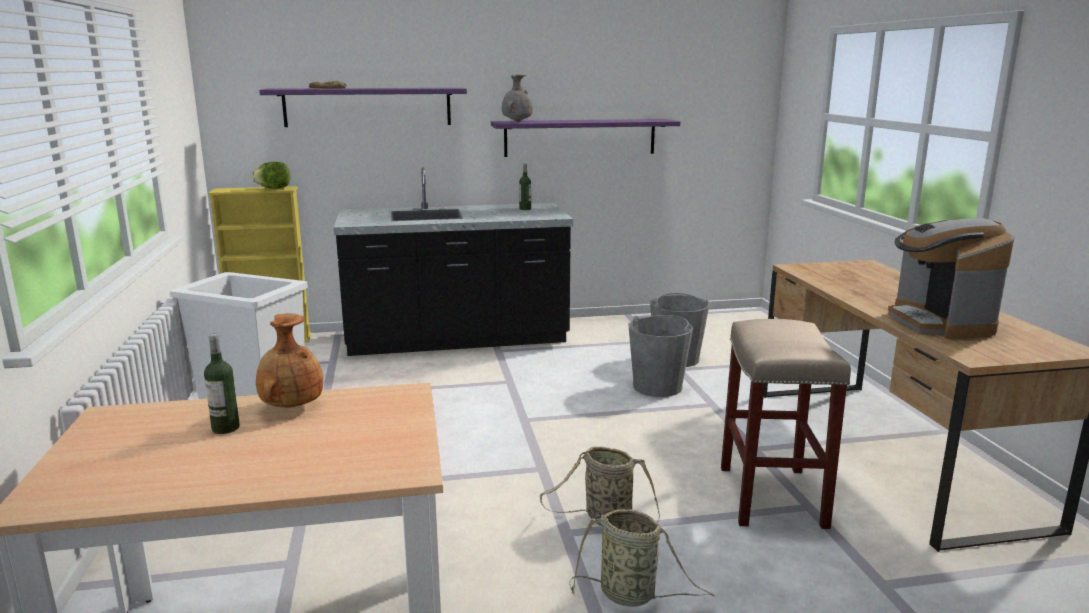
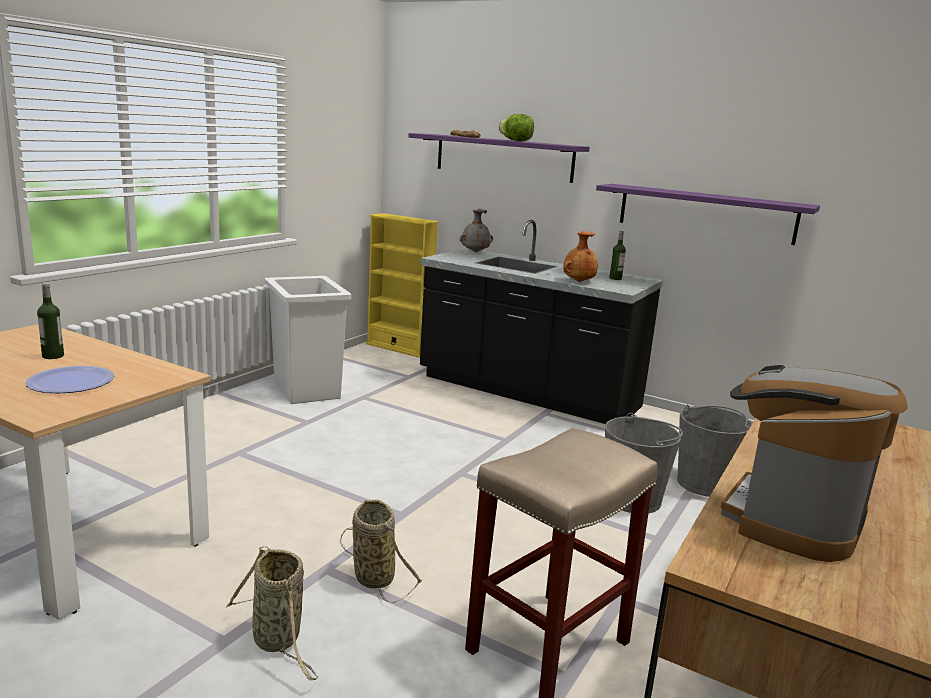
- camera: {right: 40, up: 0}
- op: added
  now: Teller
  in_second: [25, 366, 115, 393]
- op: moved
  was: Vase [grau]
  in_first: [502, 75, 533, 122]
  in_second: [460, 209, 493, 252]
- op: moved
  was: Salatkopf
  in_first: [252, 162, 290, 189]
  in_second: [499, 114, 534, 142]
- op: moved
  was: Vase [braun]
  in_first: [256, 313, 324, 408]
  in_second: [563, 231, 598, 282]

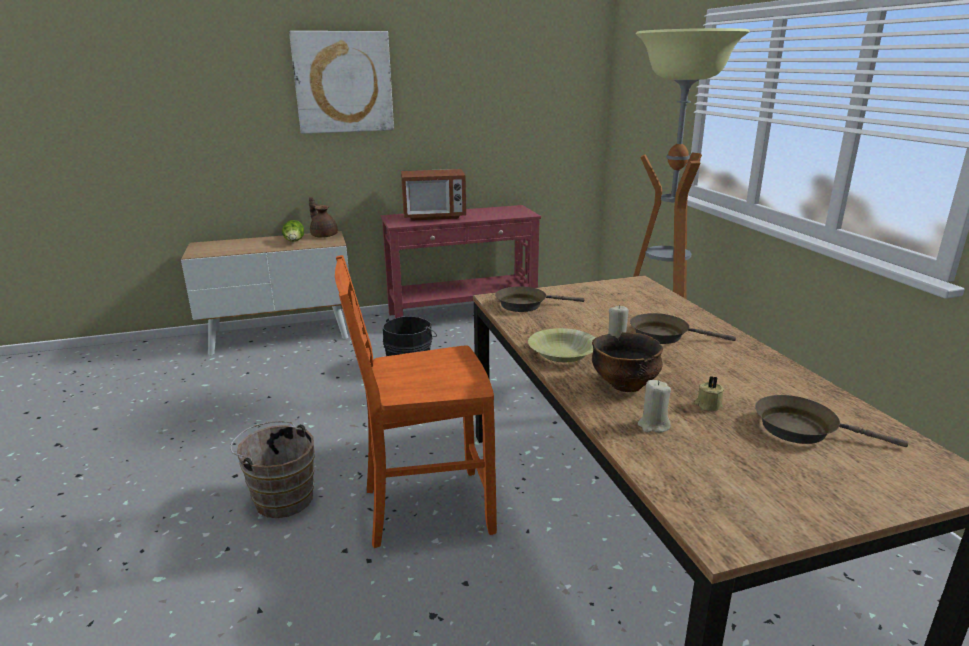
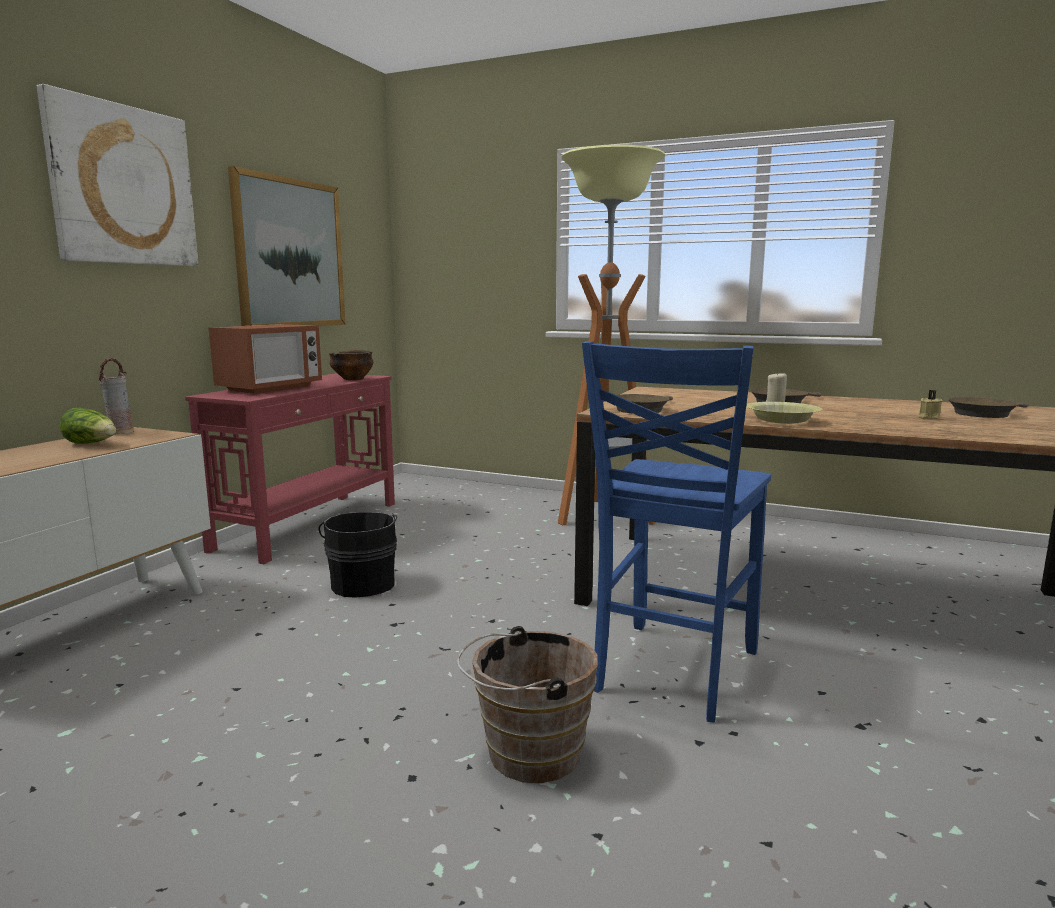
- camera: {right: -50, up: -10}
- op: replaced
  was: Teekanne [braun]
  now: Vase
  in_first: [309, 197, 338, 238]
  in_second: [99, 358, 134, 435]
- op: added
  now: Bild
  in_second: [228, 166, 346, 326]
- op: moved
  was: Schüssel
  in_first: [592, 332, 663, 392]
  in_second: [329, 350, 373, 380]
- op: recoloured
  was: Stuhl [orange]
  now: Stuhl [blau]
  in_first: [335, 255, 497, 548]
  in_second: [582, 341, 771, 722]
- op: removed
  was: Kerze [beige]
  in_first: [638, 380, 671, 433]

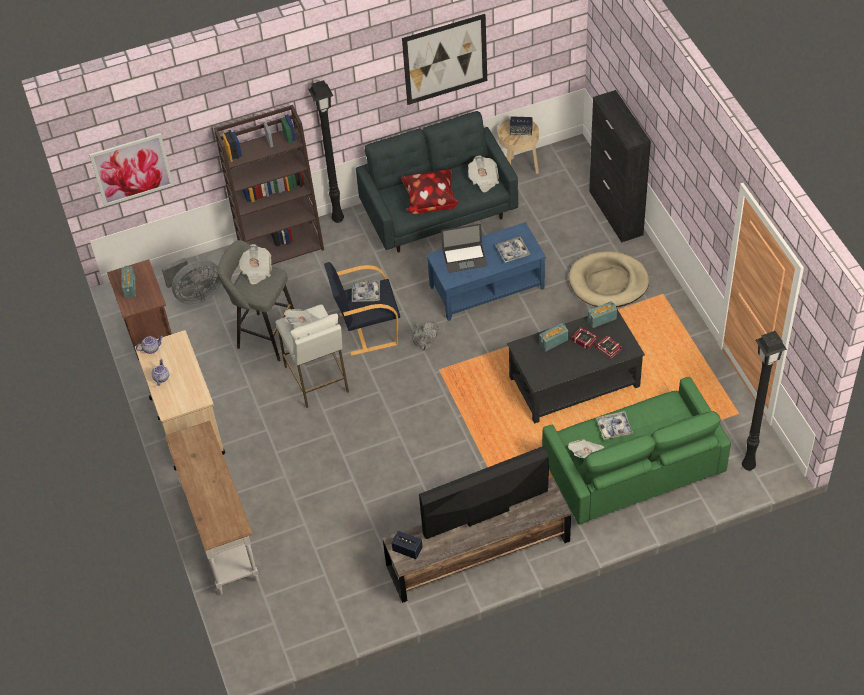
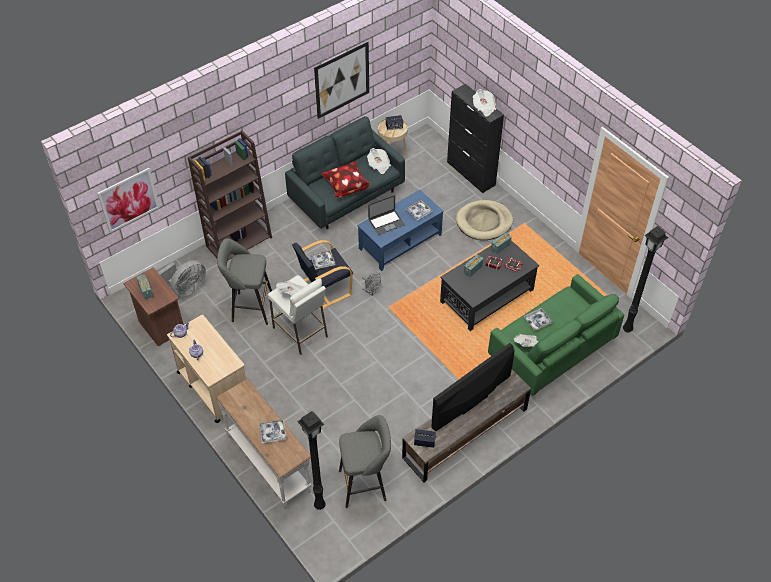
- camera: {right: -20, up: 0}
- op: added
  now: Tablett
  in_second: [259, 419, 287, 443]
- op: moved
  was: Stehlampe [schwarz]
  in_first: [308, 80, 344, 223]
  in_second: [298, 411, 325, 510]
- op: added
  now: Hocker [grau]
  in_second: [339, 415, 391, 508]
- op: moved
  was: Zeitung
  in_first: [238, 244, 272, 285]
  in_second: [473, 89, 497, 116]

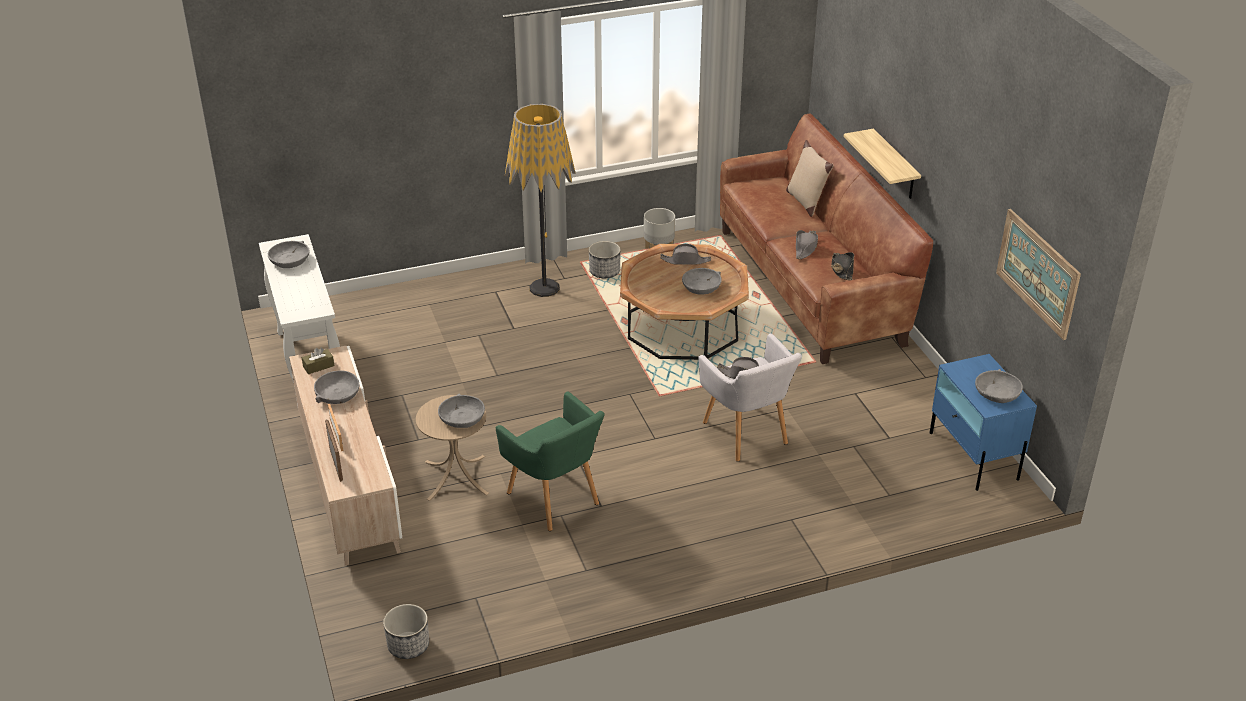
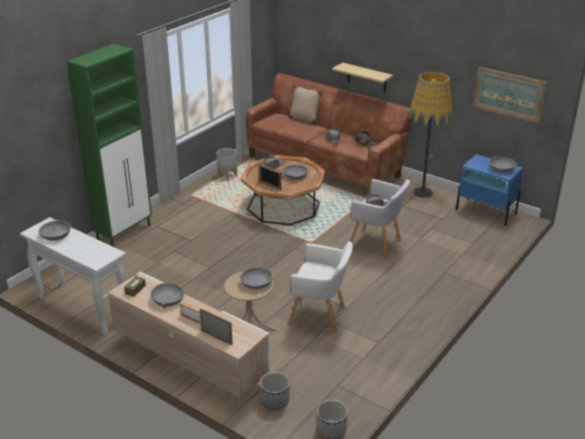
- camera: {right: -35, up: -5}
- op: added
  now: Schrank [grün]
  in_second: [66, 44, 152, 247]
- op: added
  now: Bilderrahmen
  in_second: [259, 164, 282, 191]
- op: moved
  was: Pflanzkübel
  in_first: [589, 241, 621, 278]
  in_second: [260, 372, 290, 409]
- op: recoloured
  was: Sessel [grün]
  now: Sessel [weiß]
  in_first: [496, 391, 605, 531]
  in_second: [288, 242, 353, 333]
- op: moved
  was: Stehlampe
  in_first: [505, 104, 576, 297]
  in_second: [409, 72, 453, 198]

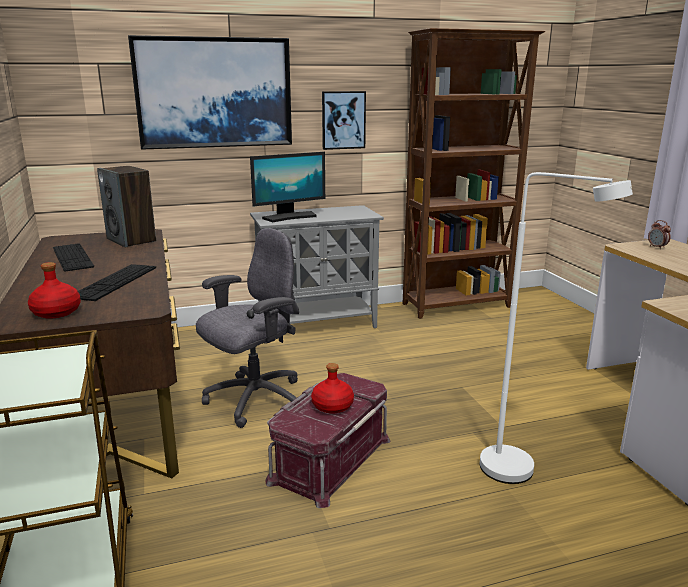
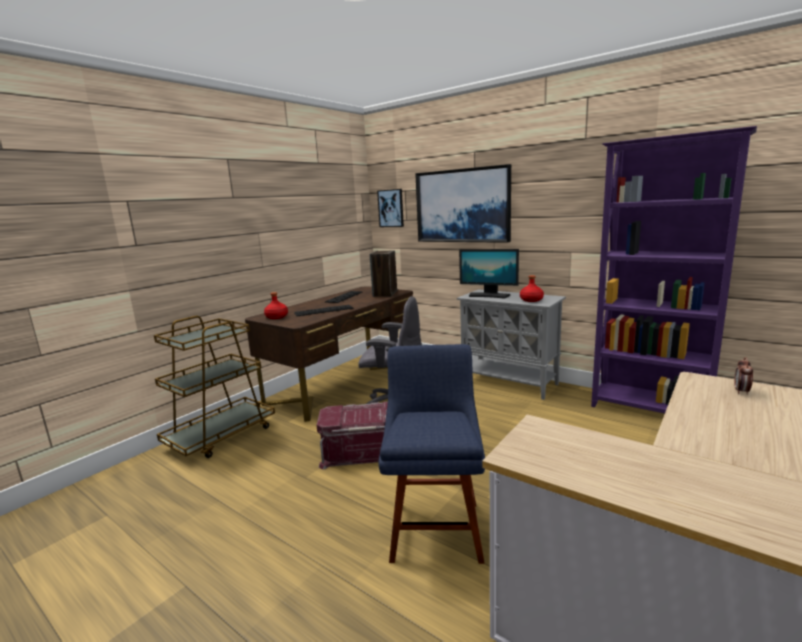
- camera: {right: 55, up: -5}
- op: moved
  was: Bild
  in_first: [322, 91, 366, 150]
  in_second: [377, 189, 404, 227]
- op: replaced
  was: Stehlampe [weiß]
  now: Stuhl [blau]
  in_first: [480, 172, 633, 484]
  in_second: [379, 344, 485, 564]
- op: moved
  was: Flasche [rot]
  in_first: [311, 363, 354, 414]
  in_second: [520, 275, 544, 302]
- op: recoloured
  was: Bücherregal [braun]
  now: Bücherregal [lila]
  in_first: [403, 28, 545, 319]
  in_second: [591, 126, 757, 414]

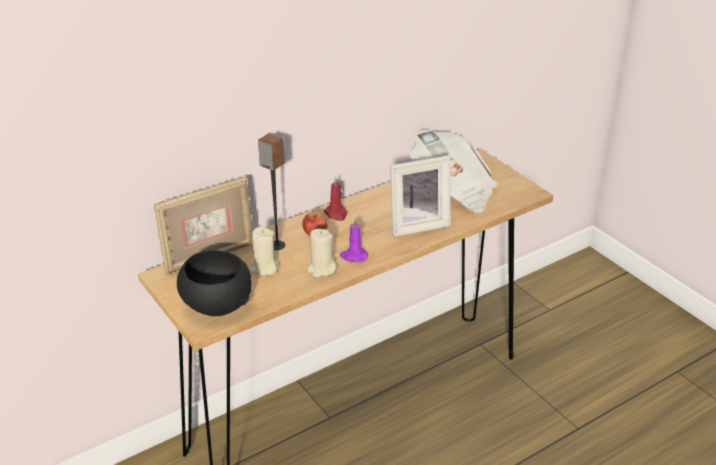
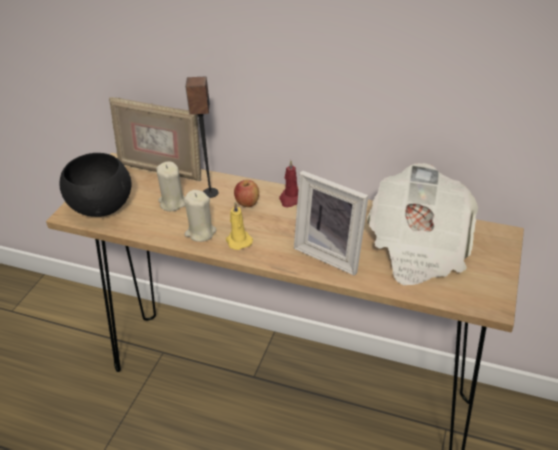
- camera: {right: 55, up: 5}
- op: recoloured
  was: Kerze [lila]
  now: Kerze [gelb]
  in_first: [340, 219, 368, 262]
  in_second: [226, 202, 253, 250]

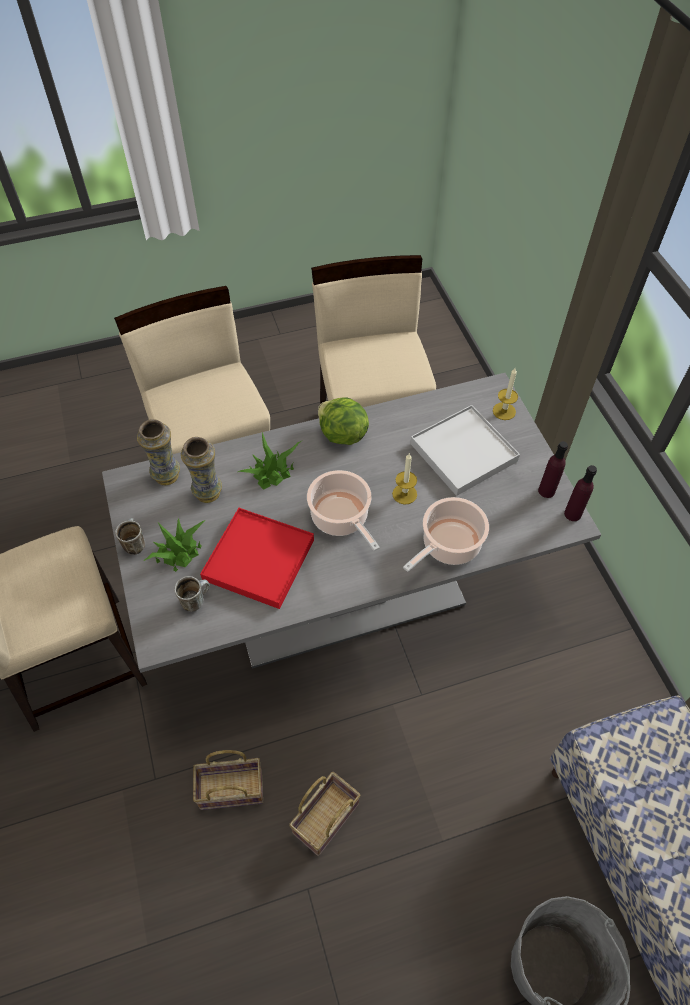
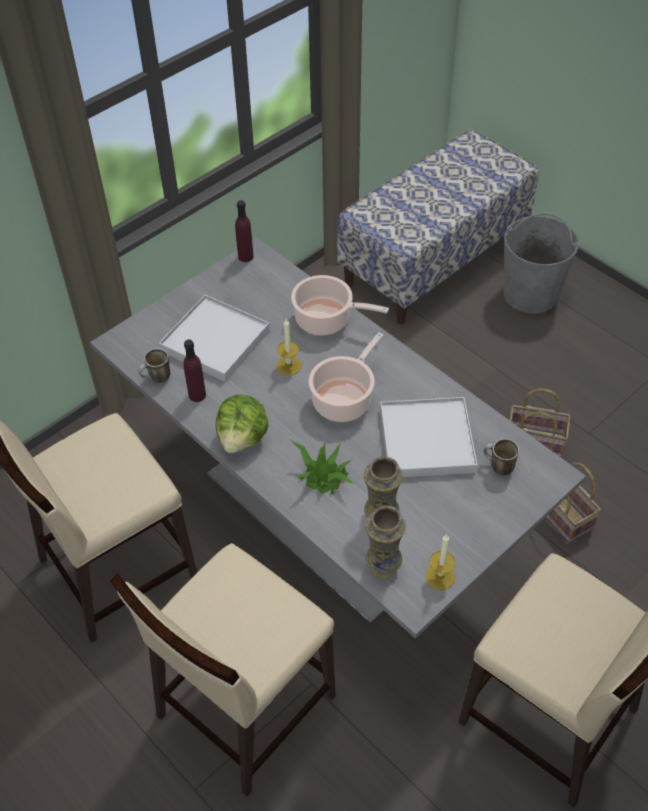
- camera: {right: -115, up: -5}
- op: moved
  was: Henkelbecher
  in_first: [115, 518, 146, 555]
  in_second: [138, 348, 171, 383]
- op: moved
  was: Flasche [lila]
  in_first: [538, 441, 568, 498]
  in_second: [183, 340, 206, 402]
- op: recoloured
  was: Tablett [rot]
  now: Tablett [weiß]
  in_first: [200, 508, 314, 609]
  in_second: [380, 397, 478, 477]
- op: moved
  was: Kerze
  in_first: [493, 368, 518, 420]
  in_second: [425, 534, 455, 590]
- op: removed
  was: Topfpflanze
  in_first: [143, 518, 205, 572]

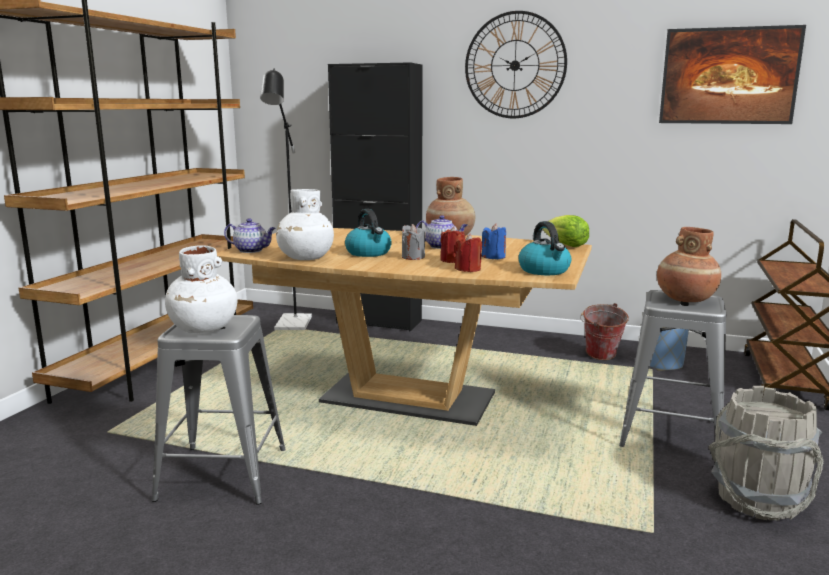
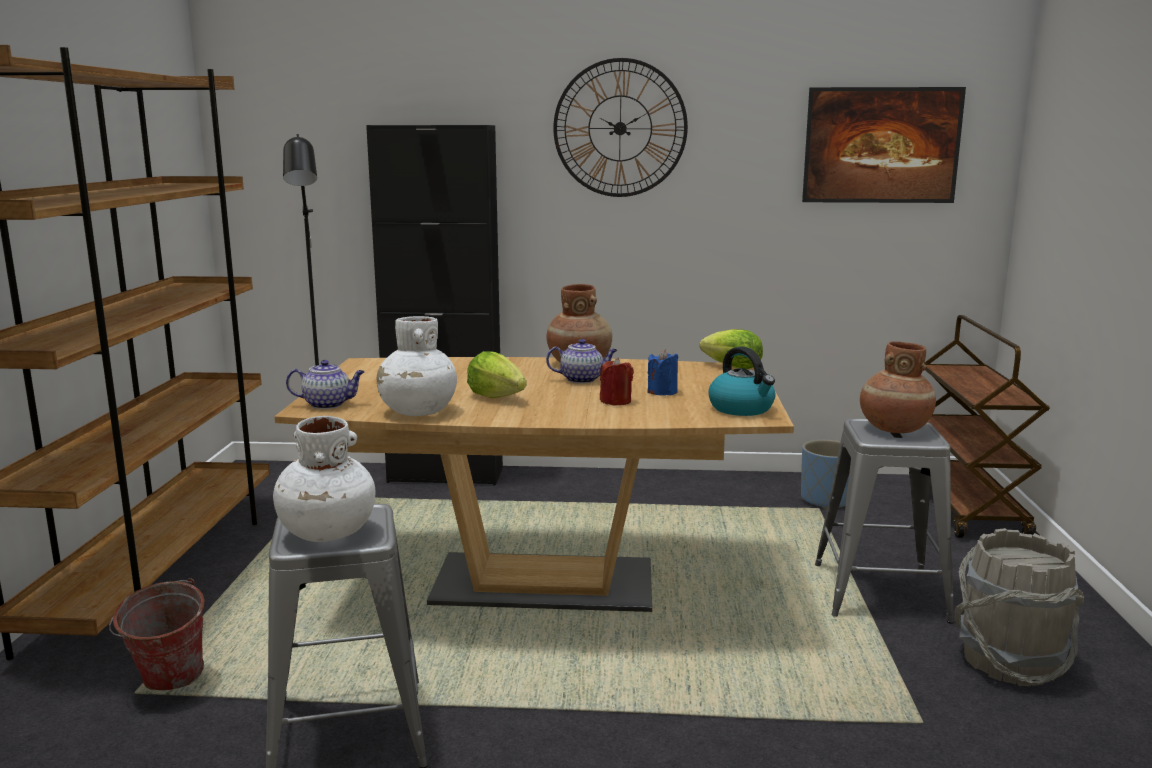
- camera: {right: -15, up: 0}
- op: moved
  was: Eimer
  in_first: [580, 303, 629, 360]
  in_second: [109, 578, 205, 690]
- op: replaced
  was: Wasserkessel
  now: Salatkopf
  in_first: [345, 209, 392, 257]
  in_second: [467, 351, 527, 398]
- op: removed
  was: Kerze [grau]
  in_first: [402, 224, 425, 260]
- op: removed
  was: Kerze [rot]
  in_first: [455, 233, 482, 272]

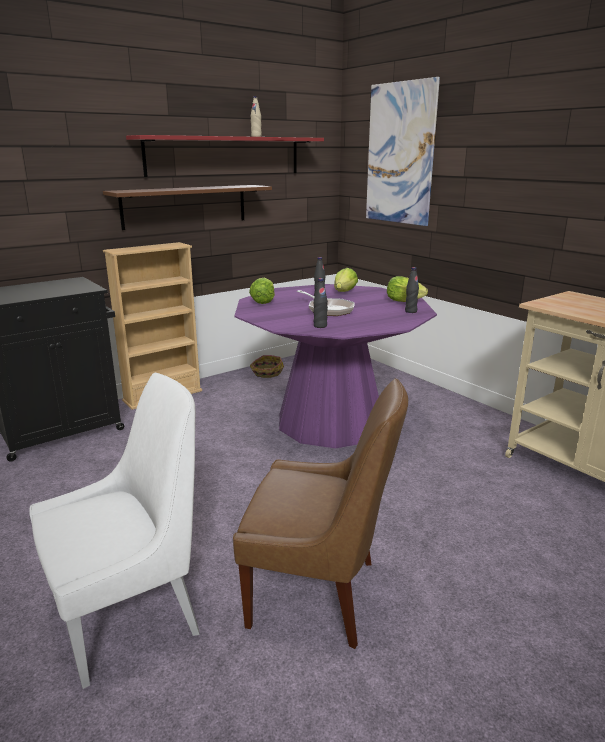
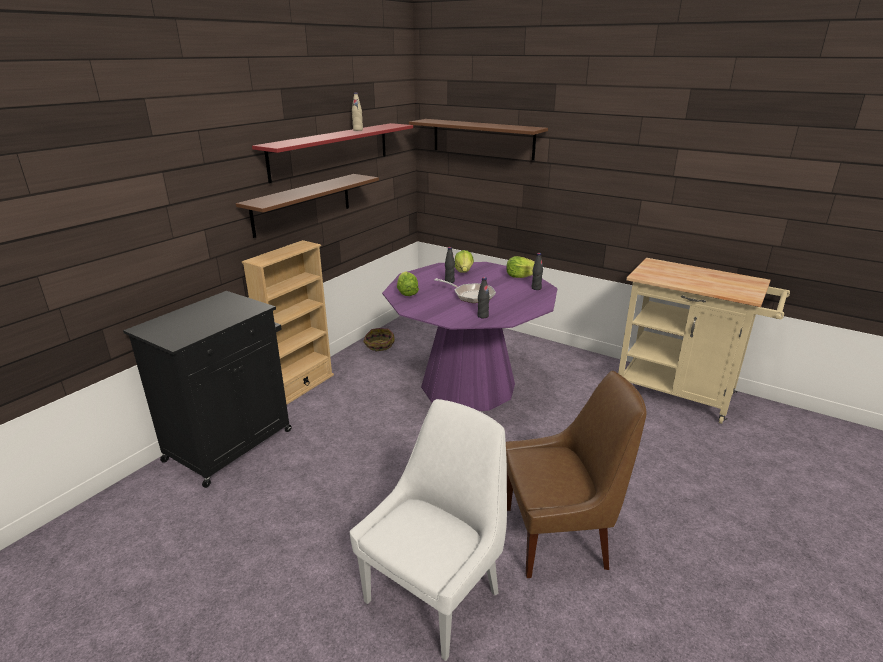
- camera: {right: -20, up: 5}
- op: replaced
  was: Bild
  now: Wandregal [braun]
  in_first: [366, 77, 440, 226]
  in_second: [409, 119, 548, 161]

